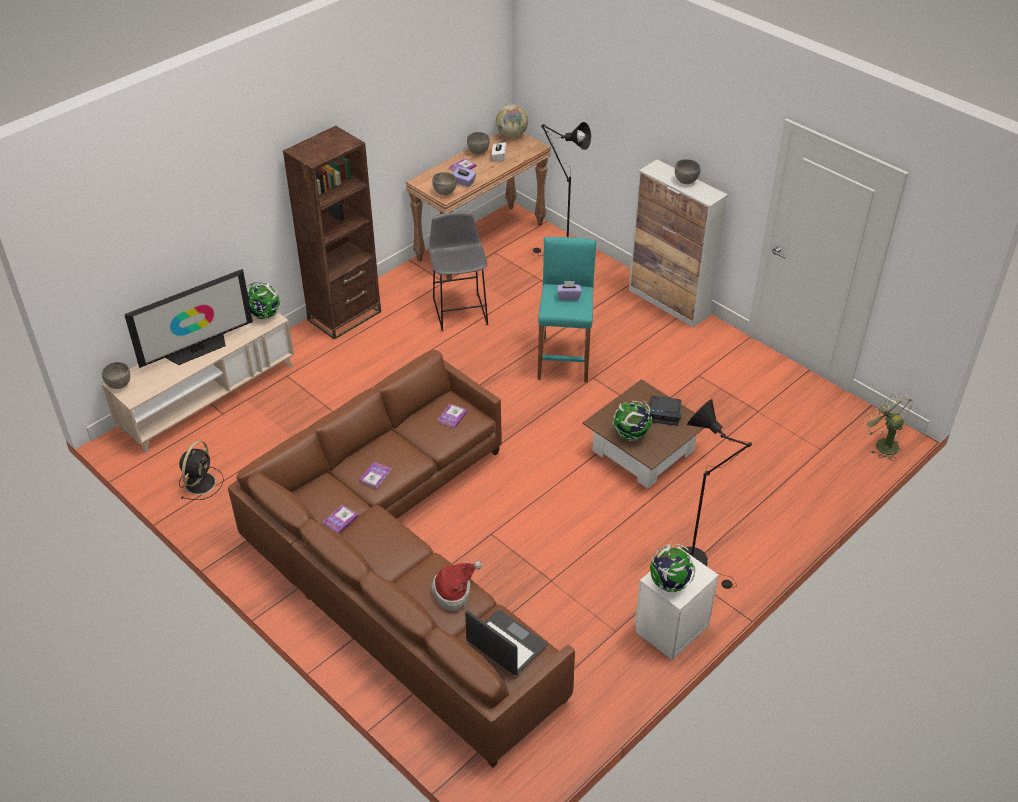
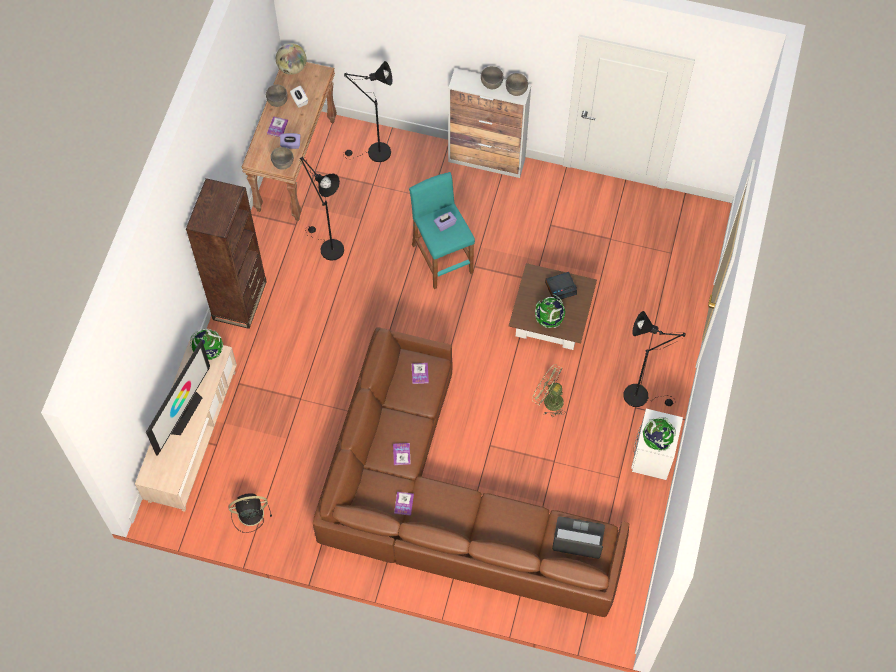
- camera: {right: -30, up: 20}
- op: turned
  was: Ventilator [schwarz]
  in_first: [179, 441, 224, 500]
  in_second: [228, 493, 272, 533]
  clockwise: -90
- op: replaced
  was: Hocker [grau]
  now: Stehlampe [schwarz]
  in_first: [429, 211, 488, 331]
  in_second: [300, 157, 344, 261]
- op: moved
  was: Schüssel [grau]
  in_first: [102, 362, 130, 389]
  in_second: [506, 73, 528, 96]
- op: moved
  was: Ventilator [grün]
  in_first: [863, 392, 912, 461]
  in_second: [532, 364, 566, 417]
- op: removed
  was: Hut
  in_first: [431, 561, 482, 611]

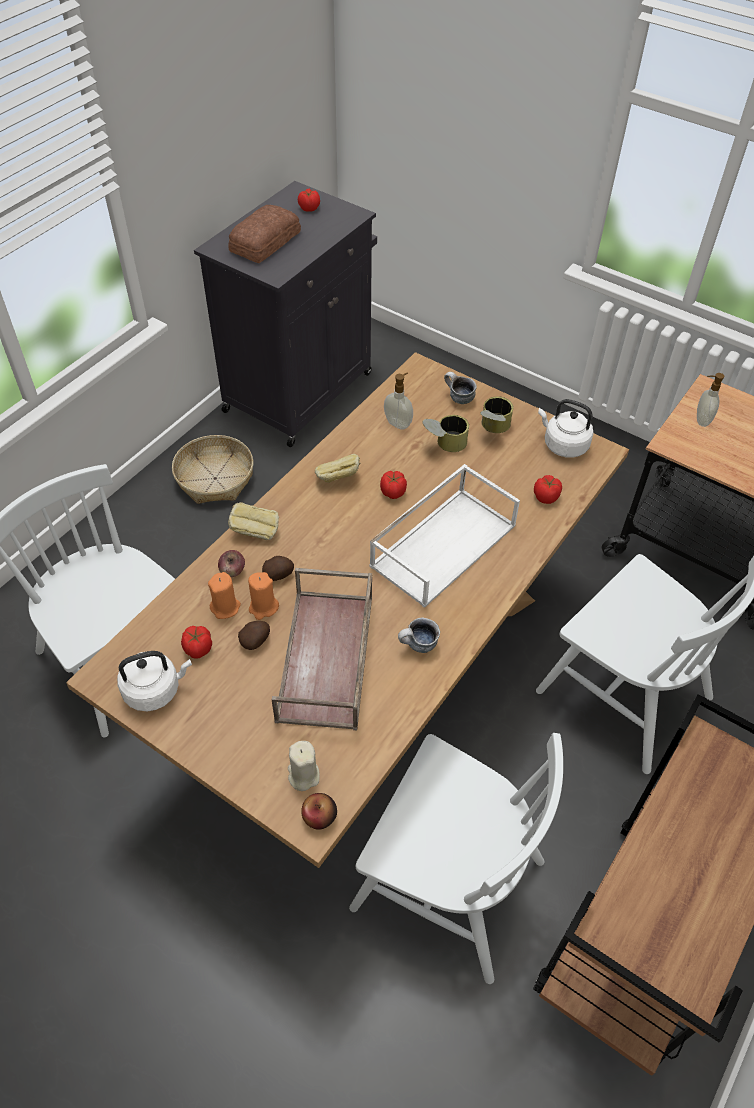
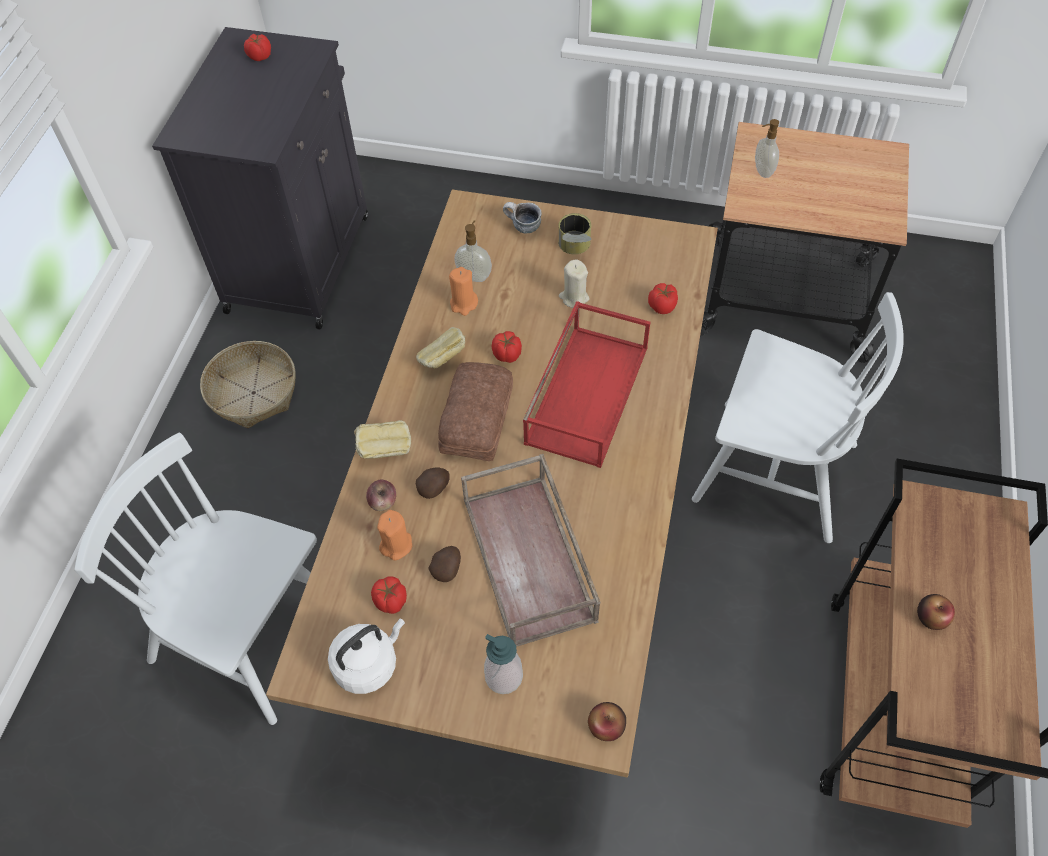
- camera: {right: -20, up: 5}
- op: moved
  was: Brot
  in_first: [228, 205, 301, 263]
  in_second: [438, 362, 513, 461]
- op: moved
  was: Kerze [orange]
  in_first: [248, 572, 279, 620]
  in_second: [449, 267, 478, 316]
- op: added
  now: Seifenspender
  in_second: [484, 634, 523, 694]
- op: recoloured
  was: Tablett [weiß]
  now: Tablett [rot]
  in_first: [370, 464, 520, 608]
  in_second: [523, 301, 650, 468]
- op: moved
  was: Kerze [beige]
  in_first: [288, 741, 320, 791]
  in_second: [559, 260, 590, 308]
- op: added
  now: Apfel
  in_second: [917, 594, 955, 630]
- op: removed
  was: Stuhl [weiß]
  in_first: [349, 733, 563, 984]
- op: removed
  was: Henkelbecher
  in_first: [398, 617, 440, 653]
- op: removed
  was: Dose
  in_first: [422, 415, 469, 452]
- op: removed
  was: Wasserkessel [weiß]
  in_first: [538, 399, 594, 458]

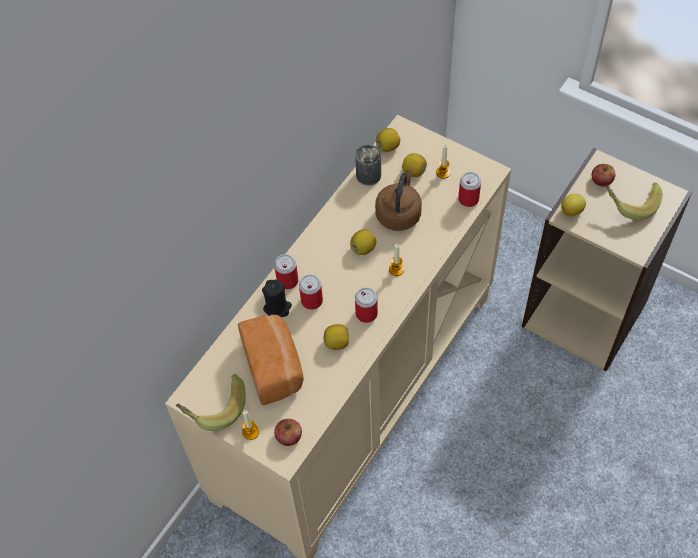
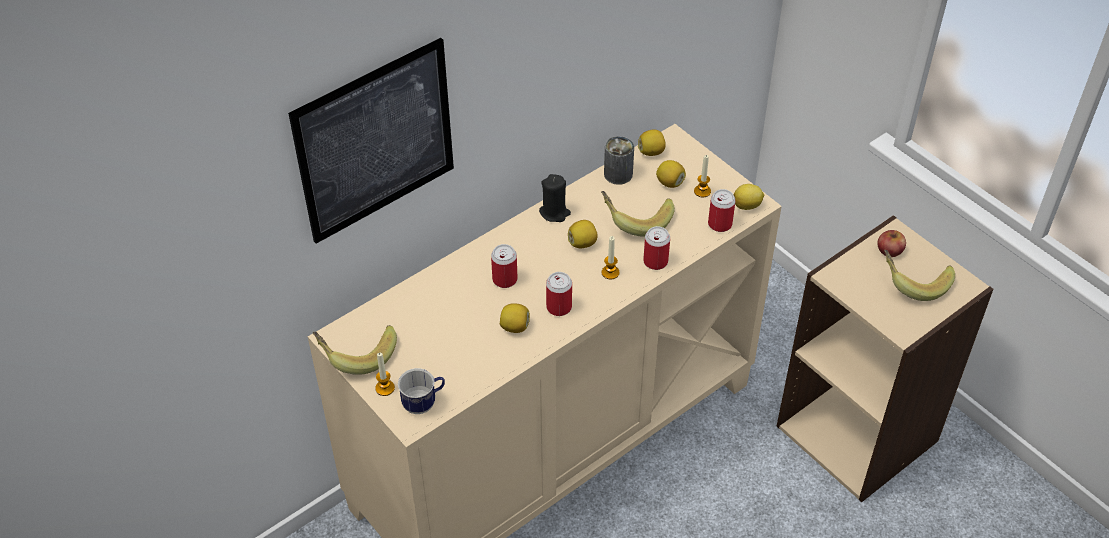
- camera: {right: 15, up: -10}
- op: added
  now: Bild
  in_second: [288, 38, 454, 244]
- op: replaced
  was: Apfel
  now: Henkelbecher
  in_first: [274, 419, 302, 446]
  in_second: [398, 368, 445, 414]
- op: moved
  was: Kerze [schwarz]
  in_first: [262, 280, 292, 317]
  in_second: [539, 174, 571, 222]
- op: replaced
  was: Wasserkessel [braun]
  now: Banane
  in_first: [375, 169, 422, 231]
  in_second: [601, 191, 675, 237]
- op: moved
  was: Dose
  in_first: [274, 254, 298, 289]
  in_second: [643, 226, 670, 270]
- op: moved
  was: Zitrone
  in_first: [561, 194, 586, 217]
  in_second: [734, 184, 764, 210]
- op: removed
  was: Brot
  in_first: [238, 315, 304, 406]

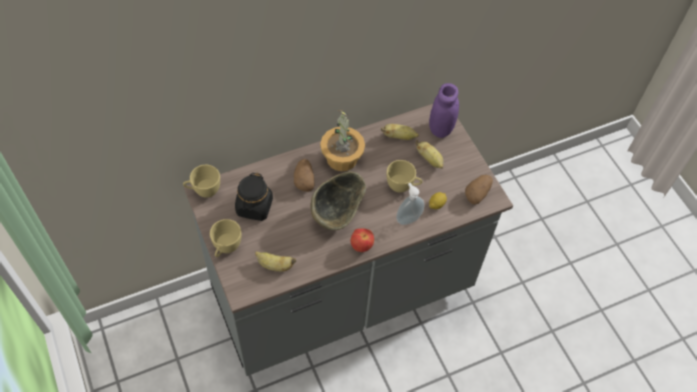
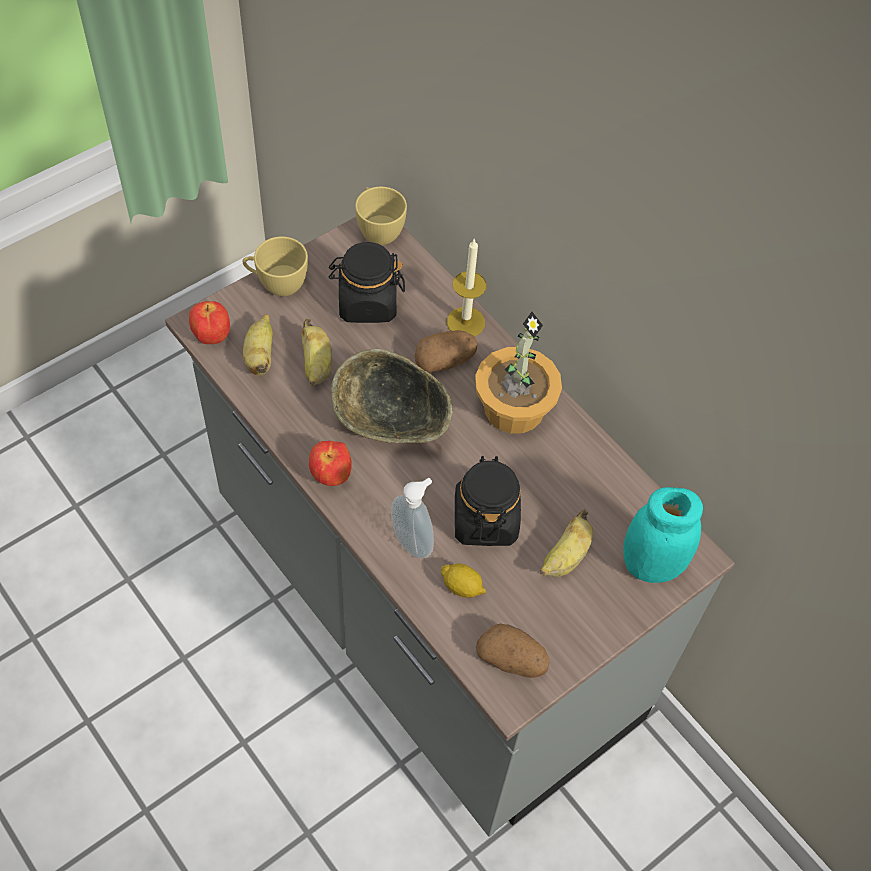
- camera: {right: 75, up: 0}
- op: added
  now: Apfel
  in_second: [189, 301, 230, 344]
- op: moved
  was: Banane
  in_first: [381, 124, 419, 140]
  in_second: [302, 318, 332, 386]
- op: added
  now: Kerze
  in_second: [447, 238, 487, 336]
- op: replaced
  was: Tasse [gelb]
  now: Vorratsglas [schwarz]
  in_first: [386, 160, 422, 192]
  in_second: [455, 456, 521, 546]
- op: recoloured
  was: Vorratsglas [lila]
  now: Vorratsglas [türkis]
  in_first: [429, 83, 459, 138]
  in_second: [623, 487, 703, 583]

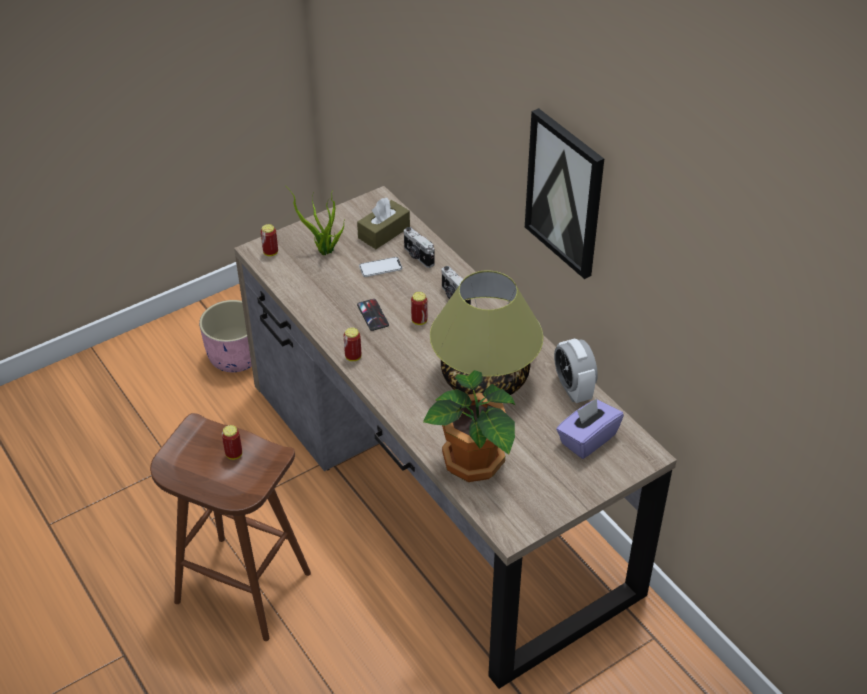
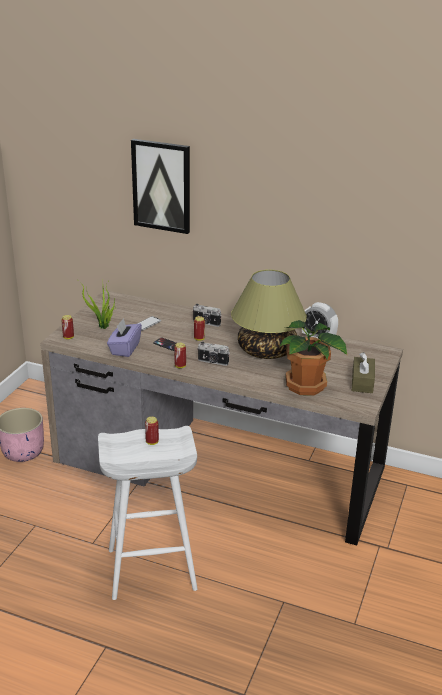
- camera: {right: -35, up: -15}
- op: recoloured
  was: Hocker [braun]
  now: Hocker [weiß]
  in_first: [150, 413, 311, 641]
  in_second: [98, 426, 197, 600]
- op: moved
  was: Taschentuchbox [lila]
  in_first: [556, 398, 624, 459]
  in_second: [107, 318, 142, 357]
- op: moved
  was: Bild
  in_first: [525, 108, 604, 279]
  in_second: [131, 139, 190, 234]
- op: moved
  was: Kamera
  in_first: [404, 227, 434, 268]
  in_second: [197, 342, 230, 366]
- op: moved
  was: Taschentuchbox [braun]
  in_first: [357, 198, 410, 249]
  in_second: [352, 352, 375, 393]

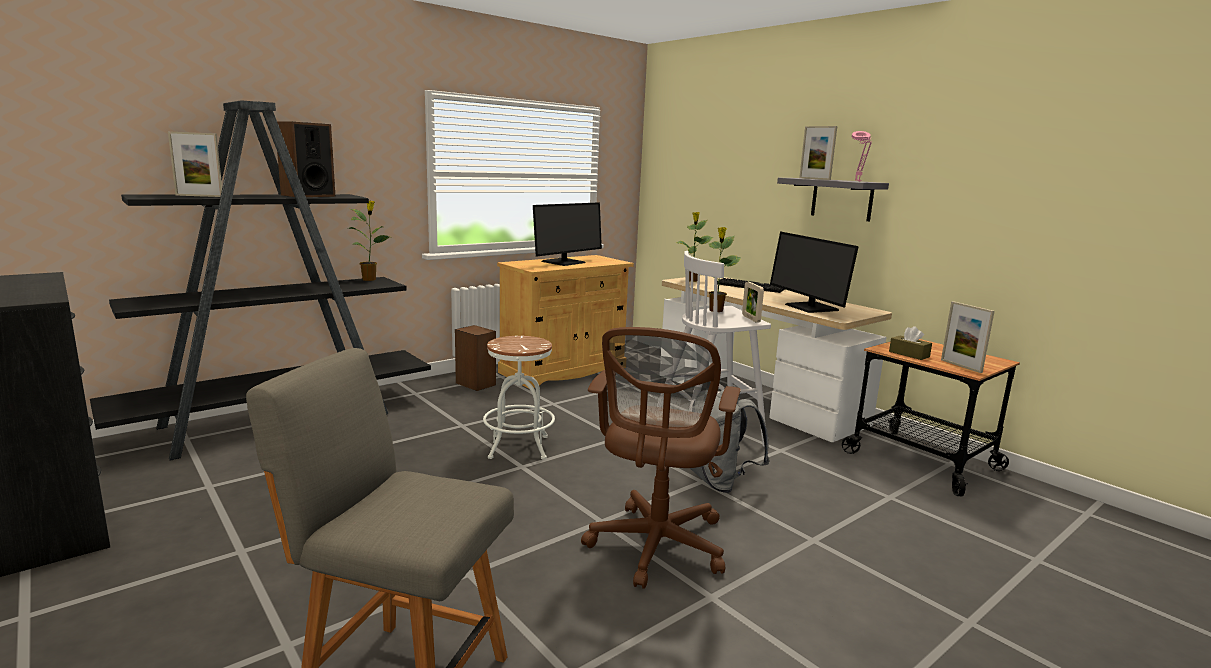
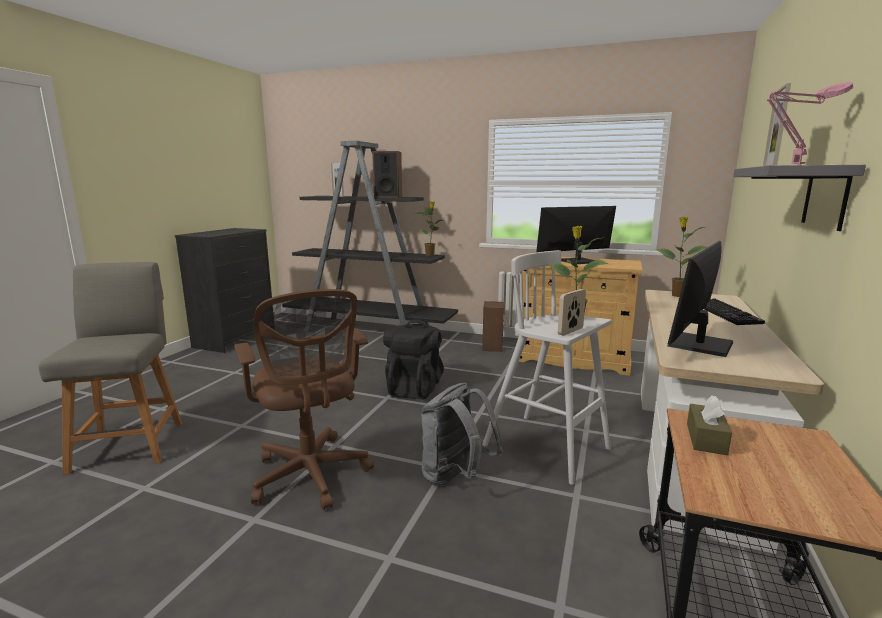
- camera: {right: 60, up: 0}
- op: turned
  was: Bürostuhl [braun]
  in_first: [581, 327, 741, 589]
  in_second: [234, 289, 374, 510]
  clockwise: -105
- op: replaced
  was: Hocker [weiß]
  now: Rucksack [schwarz]
  in_first: [483, 336, 555, 460]
  in_second: [383, 319, 444, 399]
- op: turned
  was: Monitor
  in_first: [533, 202, 602, 266]
  in_second: [536, 206, 616, 264]
  clockwise: 150
- op: removed
  was: Bilderrahmen
  in_first: [941, 301, 995, 373]

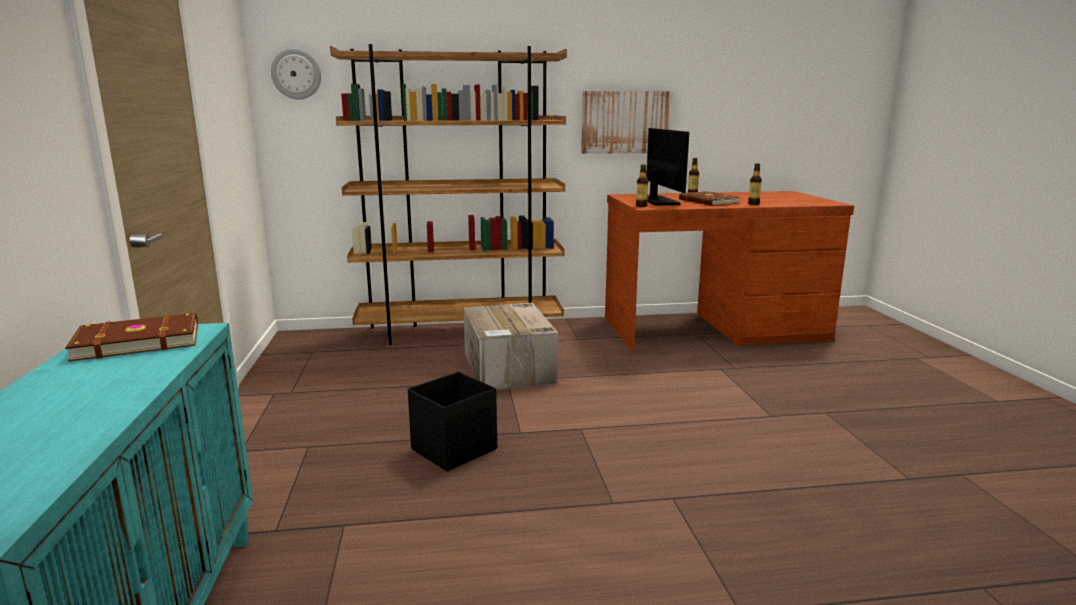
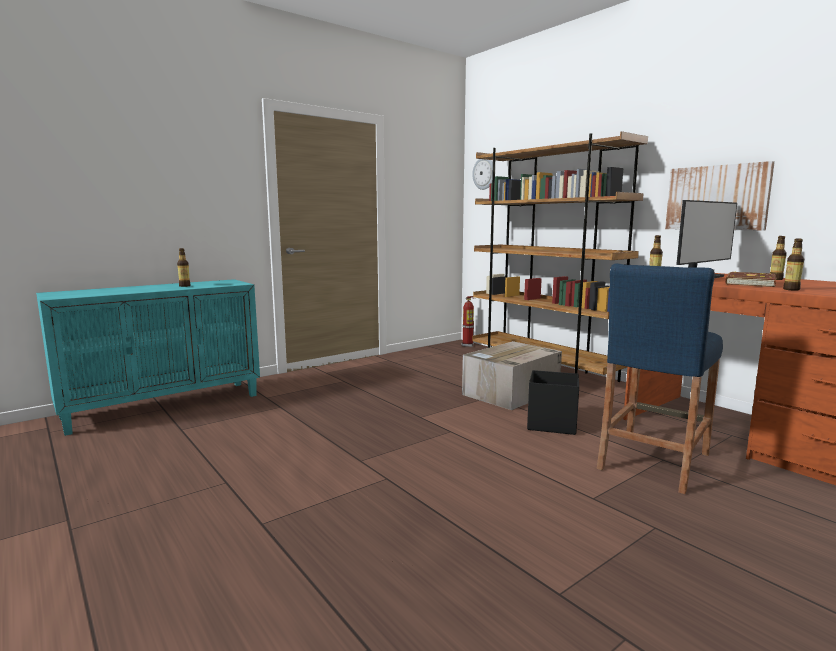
- camera: {right: 60, up: -5}
- op: added
  now: Flasche
  in_second: [177, 248, 190, 287]
- op: added
  now: Feuerlöscher
  in_second: [462, 296, 475, 347]
- op: moved
  was: Aufbewahrungsbox [schwarz]
  in_first: [408, 372, 497, 471]
  in_second: [527, 370, 579, 435]
- op: added
  now: Hocker [blau]
  in_second: [597, 263, 723, 494]
- op: removed
  was: Buch [braun]
  in_first: [65, 313, 198, 362]

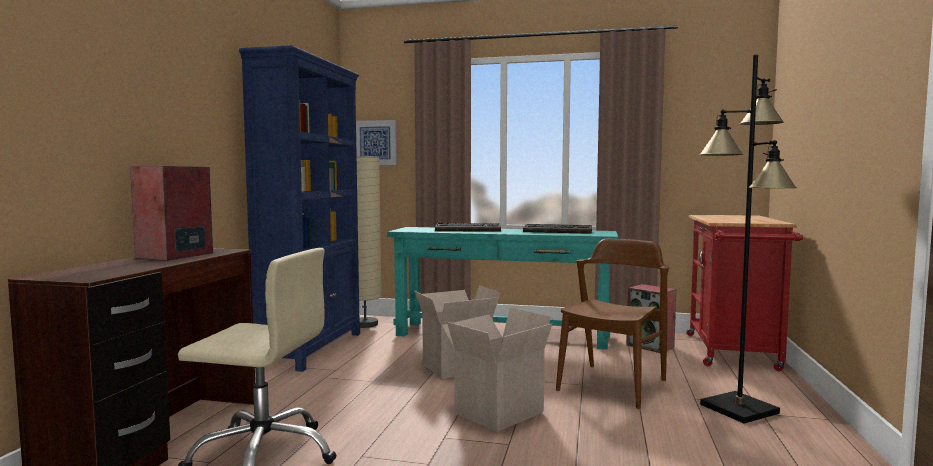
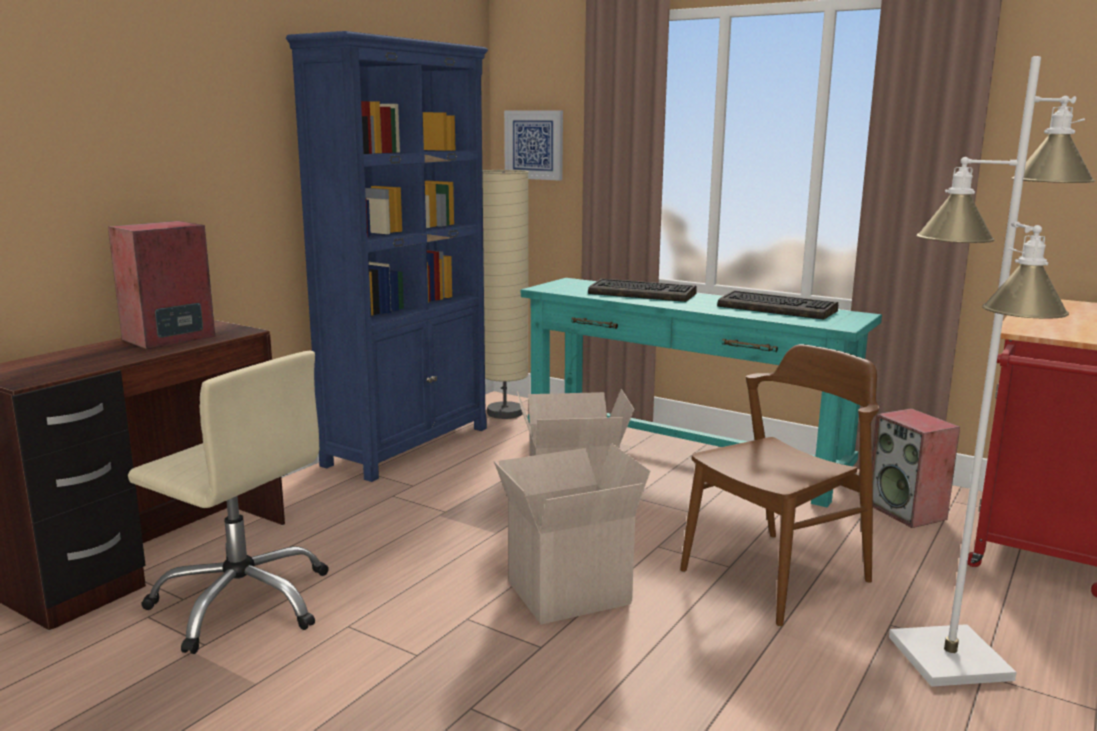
- camera: {right: 20, up: 10}
- op: recoloured
  was: Stehlampe [schwarz]
  now: Stehlampe [weiß]
  in_first: [699, 55, 797, 423]
  in_second: [889, 56, 1095, 687]

